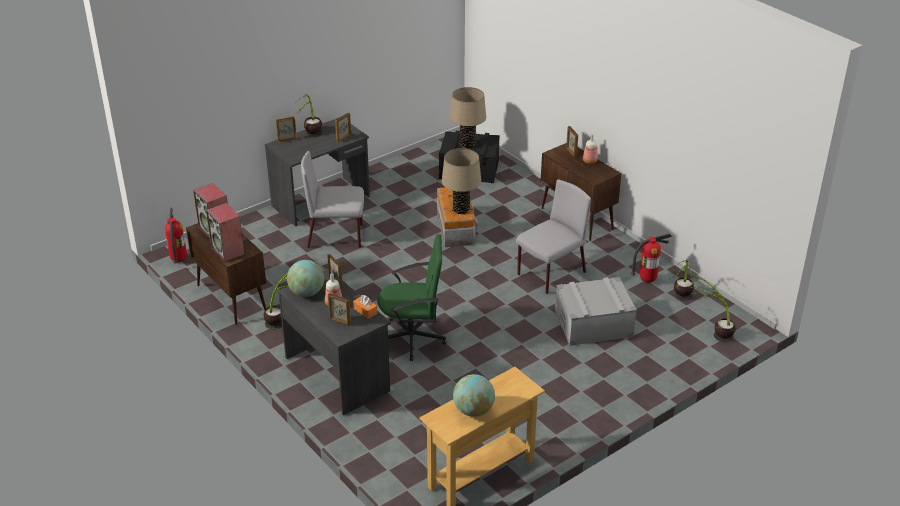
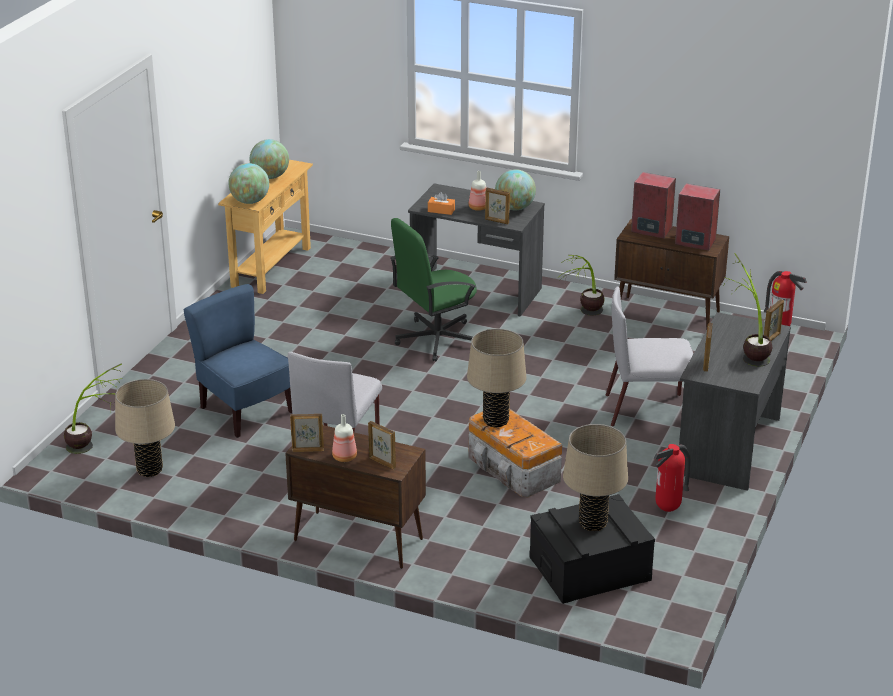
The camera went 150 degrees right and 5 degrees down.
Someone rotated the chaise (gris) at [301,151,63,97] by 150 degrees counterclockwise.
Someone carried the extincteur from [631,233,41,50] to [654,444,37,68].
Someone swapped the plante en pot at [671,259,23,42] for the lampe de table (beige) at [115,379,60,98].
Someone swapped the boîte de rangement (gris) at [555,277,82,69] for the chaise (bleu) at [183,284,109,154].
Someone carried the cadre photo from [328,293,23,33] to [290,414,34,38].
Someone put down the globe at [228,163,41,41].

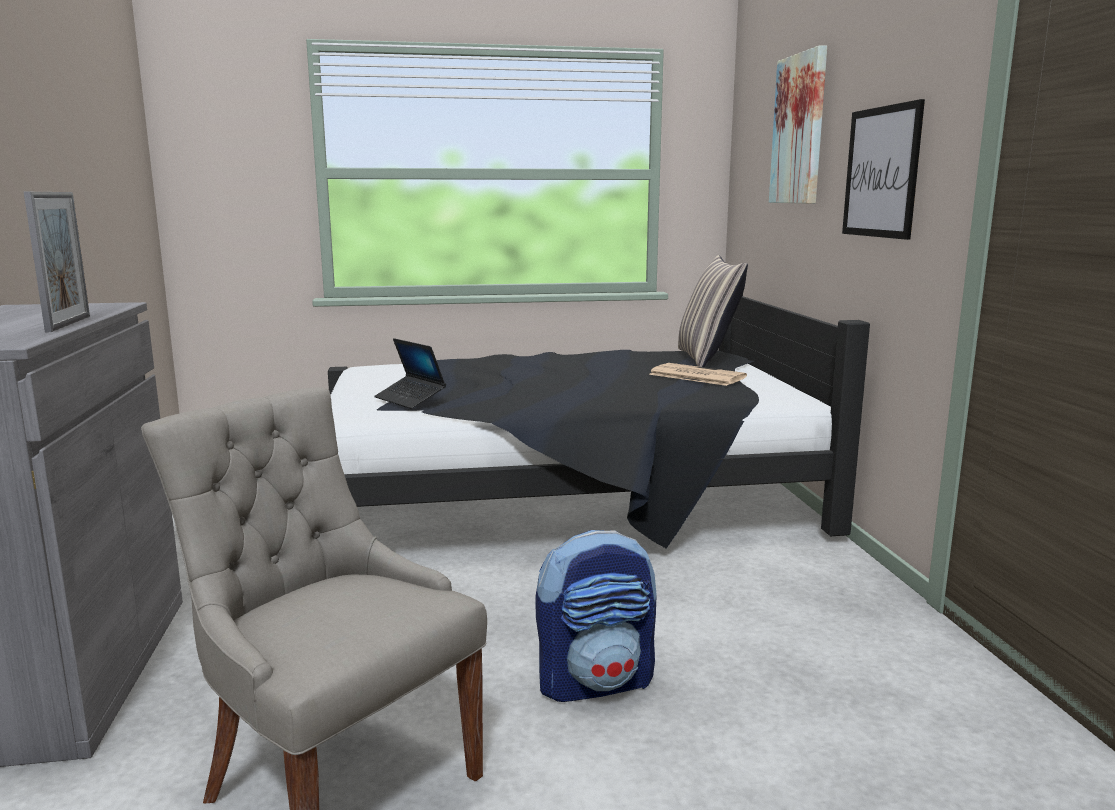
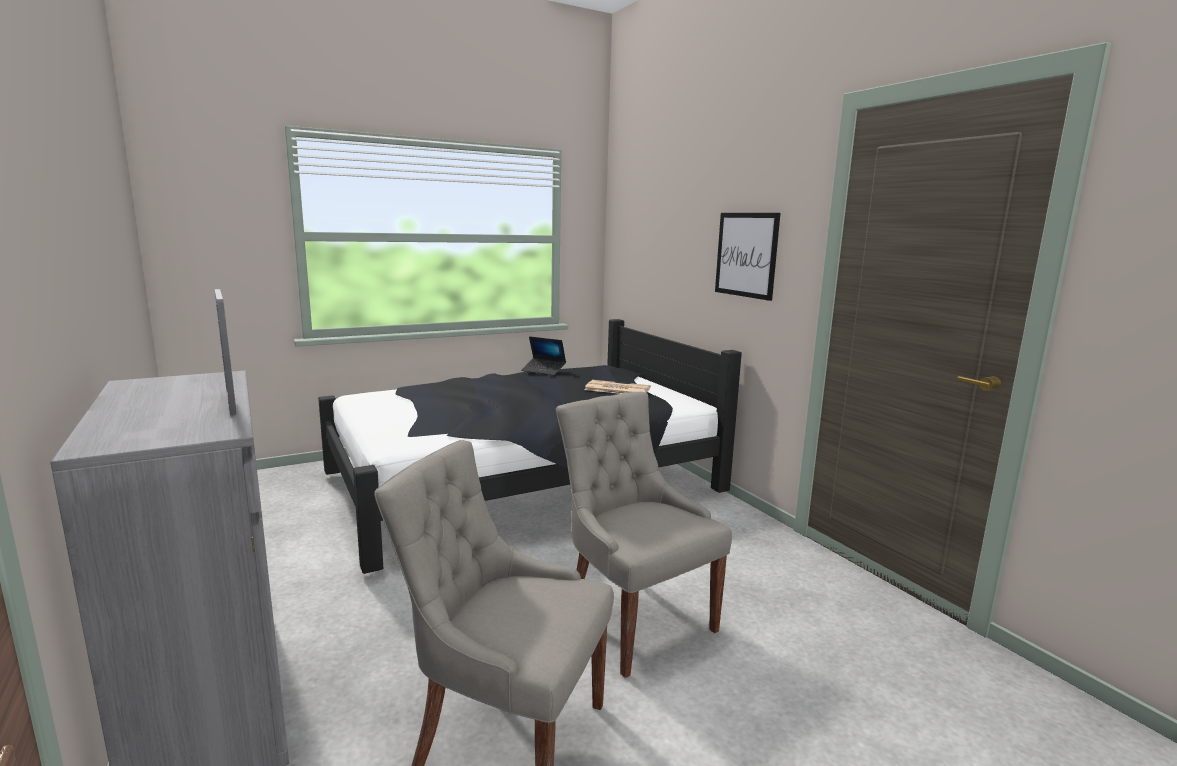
The camera went 20 degrees left and 0 degrees up.
Someone took away the tableau at [769,45,58,159].
Someone took away the coussin at [678,255,70,112].
Someone carried the ordinateur portable from [374,338,72,71] to [521,336,45,40].
Someone swapped the sac à dos at [536,530,121,172] for the chaise (gris) at [556,392,176,286].

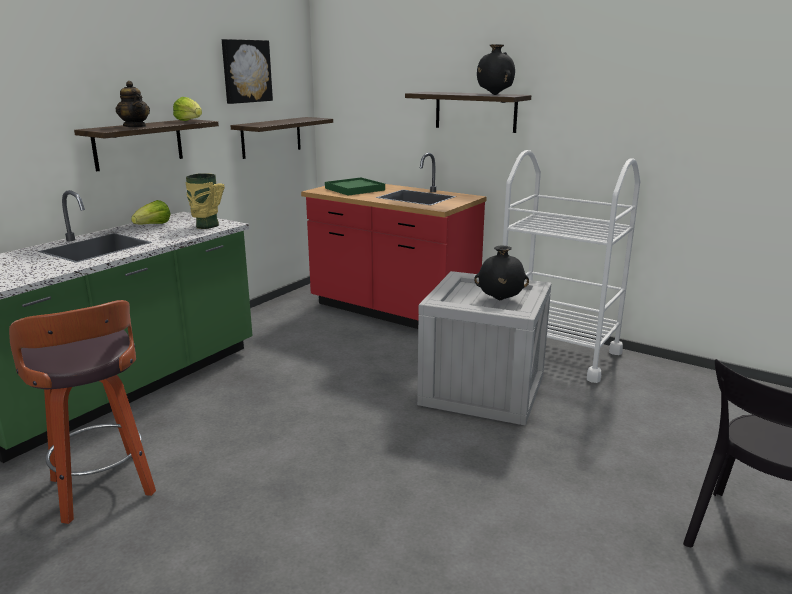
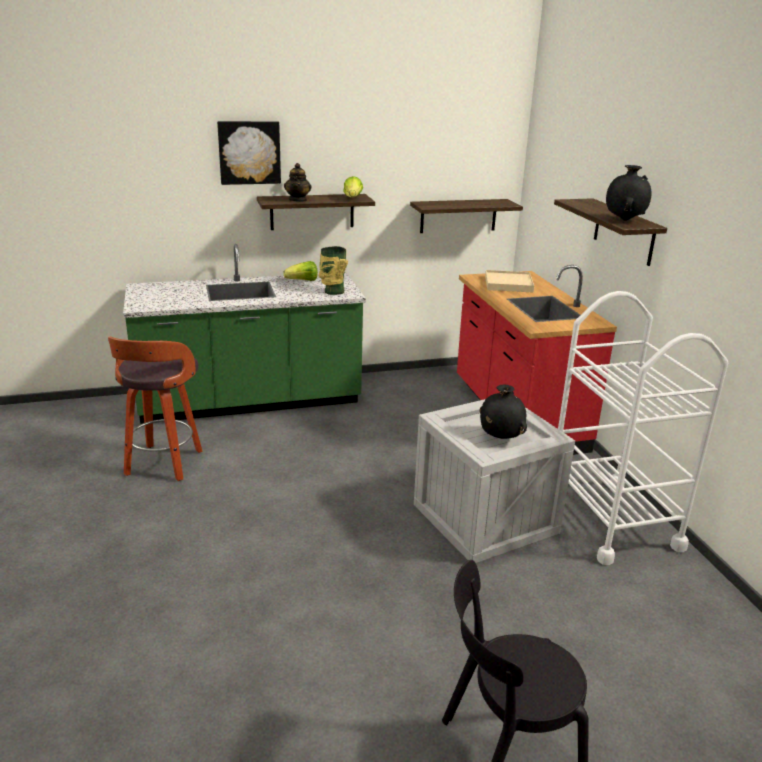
The camera went 40 degrees right and 5 degrees up.
Someone carried the tableau from [222,39,51,65] to [217,121,64,64].
Someone repainted the plateau (vert) at [325,177,60,19], which became the plateau (beige) at [485,270,49,22].

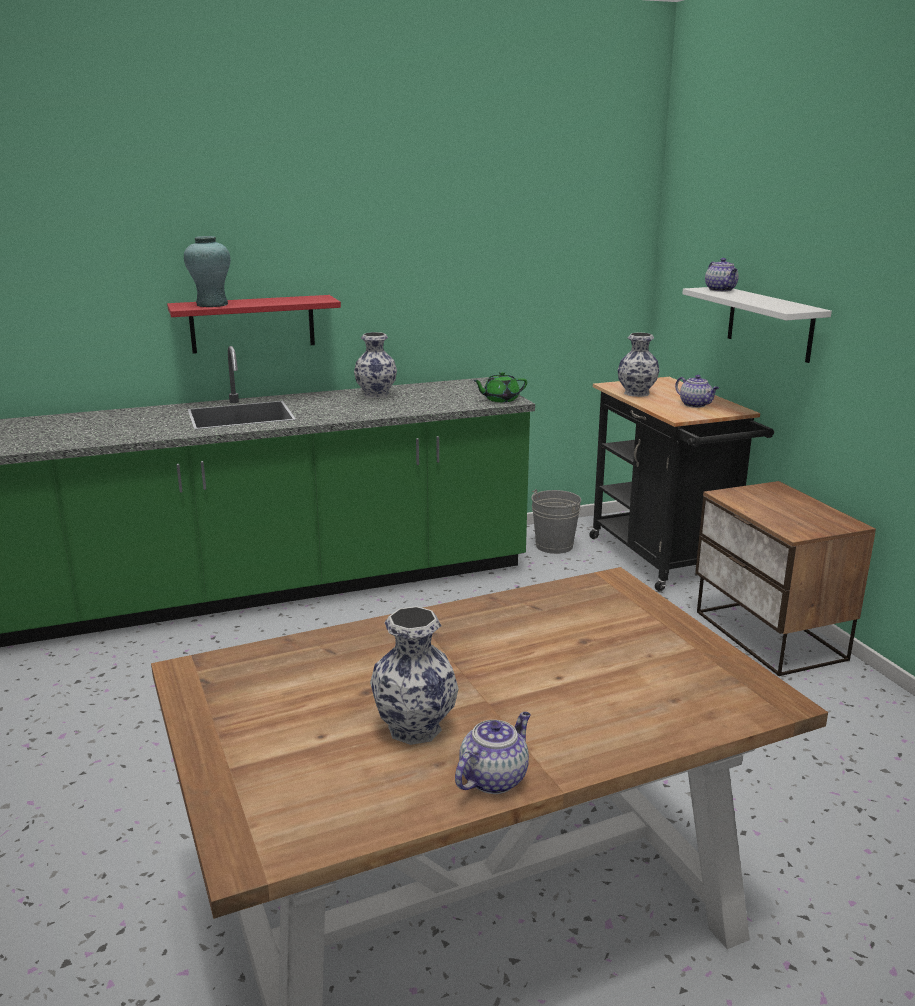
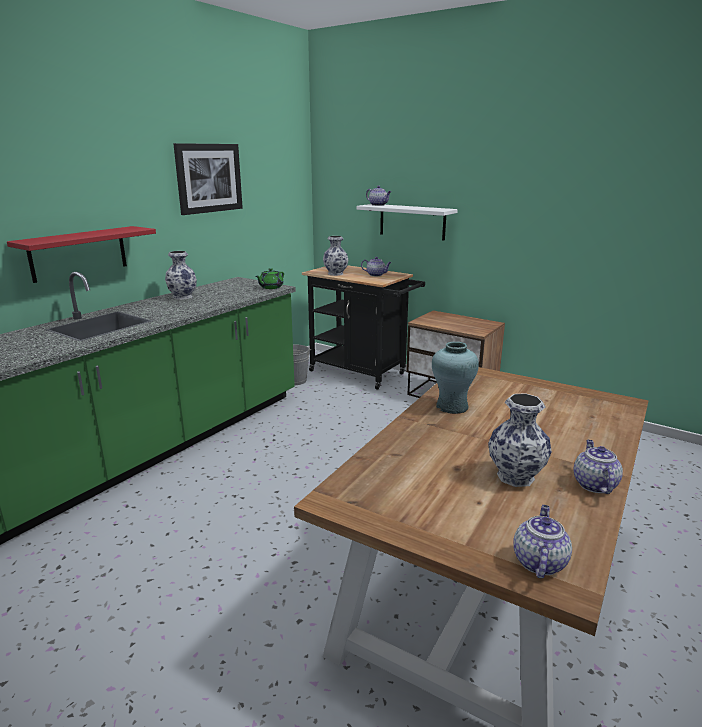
The camera went 35 degrees left and 0 degrees up.
Someone carried the vase (turquoise) from [184,236,47,71] to [432,342,47,72].
Someone put up the tableau at [174,143,69,72].
Someone put down the théière at [513,505,59,74].

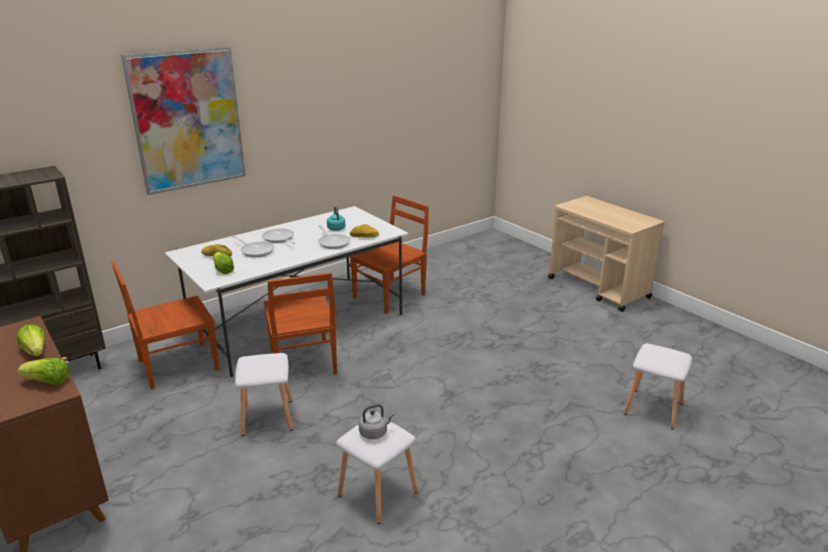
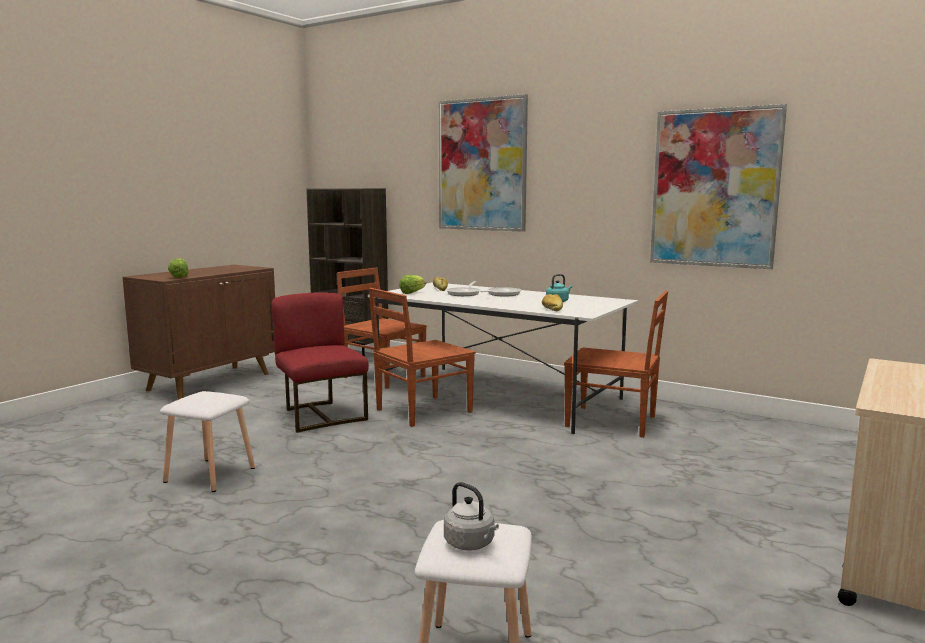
The camera went 70 degrees right and 15 degrees down.
Someone took away the poêle at [318,225,32,24].
Someone took away the laitue at [17,324,28,32].
Someone swapped the tabouret (blanc) at [235,353,58,83] for the chaise (rouge) at [271,292,98,141].
Someone carried the bouilloire (gris) from [359,404,35,35] to [444,482,55,68].
Someone put up the tableau at [650,104,137,165].

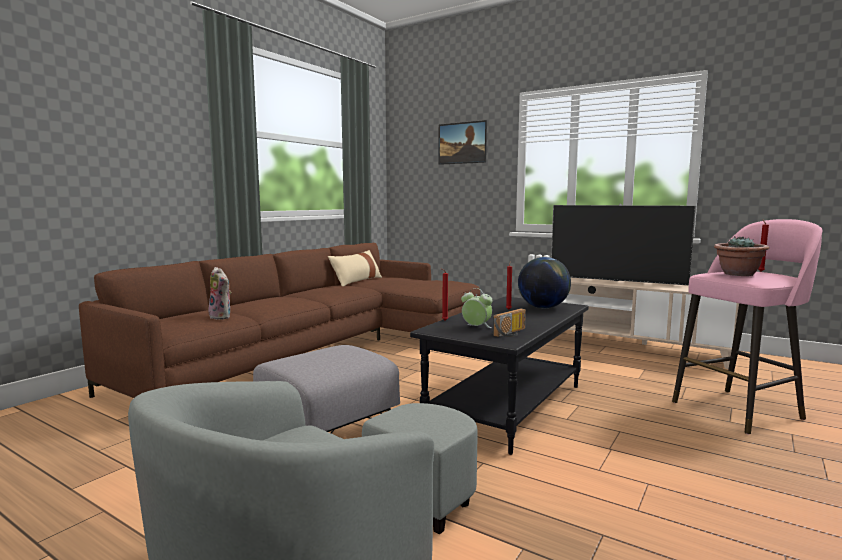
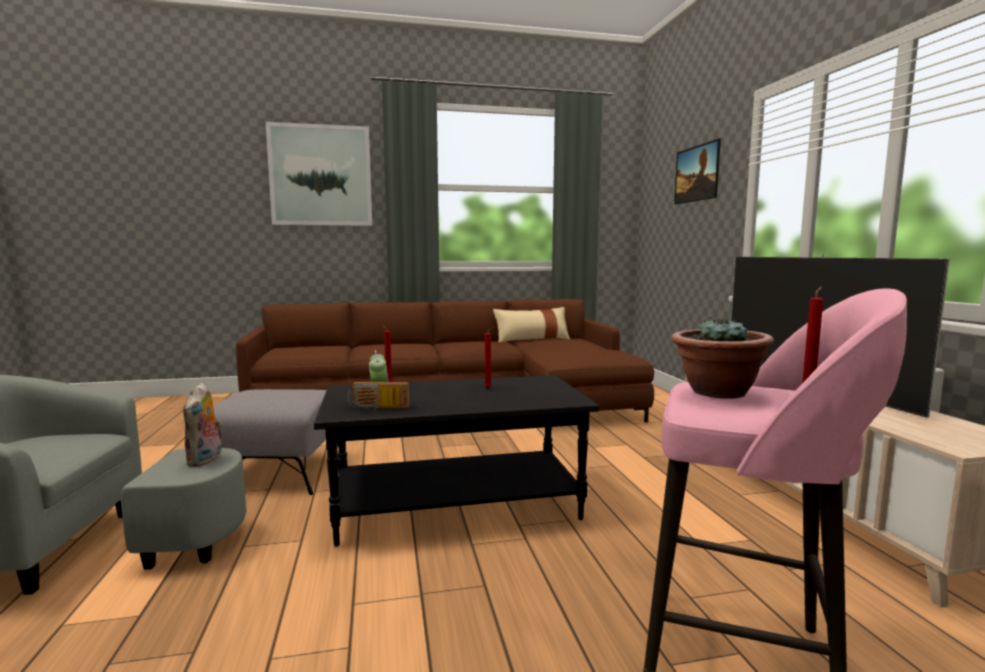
The camera went 45 degrees right and 0 degrees up.
Someone took away the globe at [518,257,53,51].
Someone carried the peluche from [209,267,22,53] to [183,383,40,84].
Someone put up the tableau at [266,122,106,104].

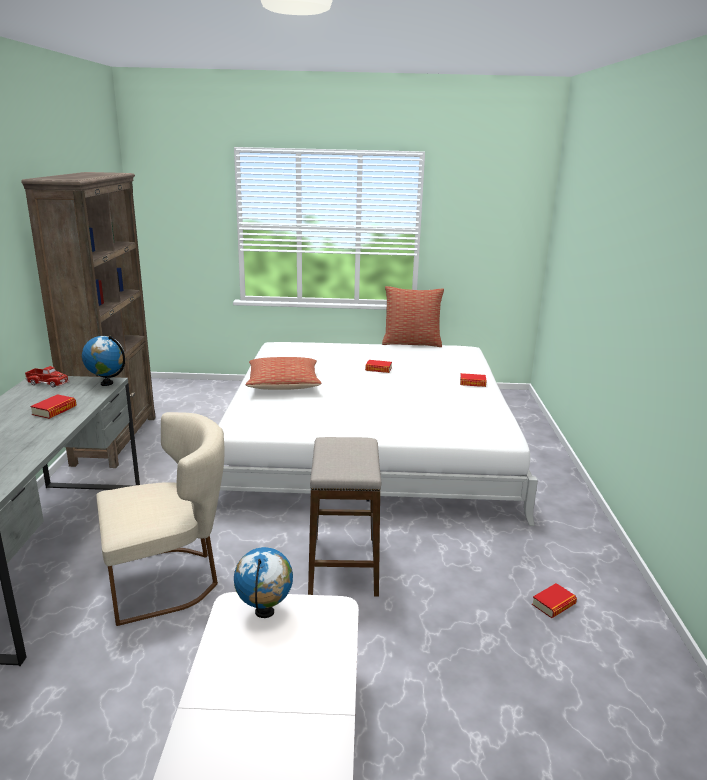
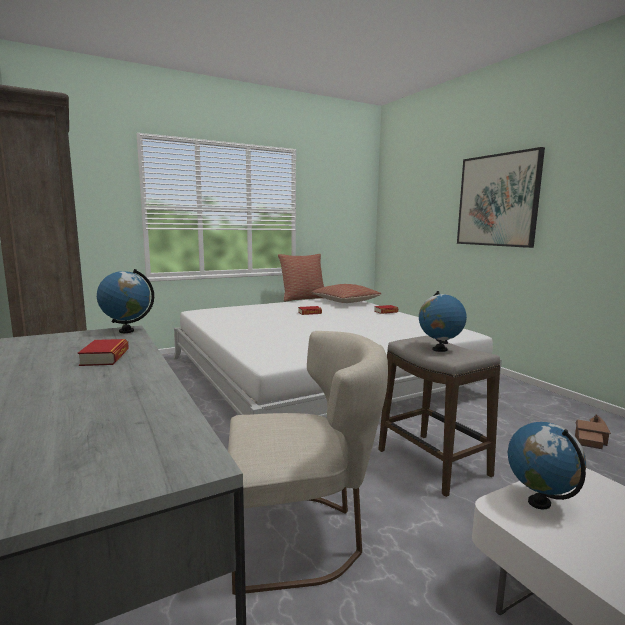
The camera went 30 degrees left and 10 degrees down.
Someone carried the coussin from [245,357,76,33] to [312,284,69,19].
Someone took away the camion jouet at [25,366,45,22].
Someone rotated the chaise (beige) at [96,412,129,214] by 45 degrees clockwise.
Someone swapped the livre at [532,583,45,35] for the maison miniature at [575,415,36,34].
Someone put up the tableau at [457,147,88,101].
Someone put down the globe at [419,291,48,61].

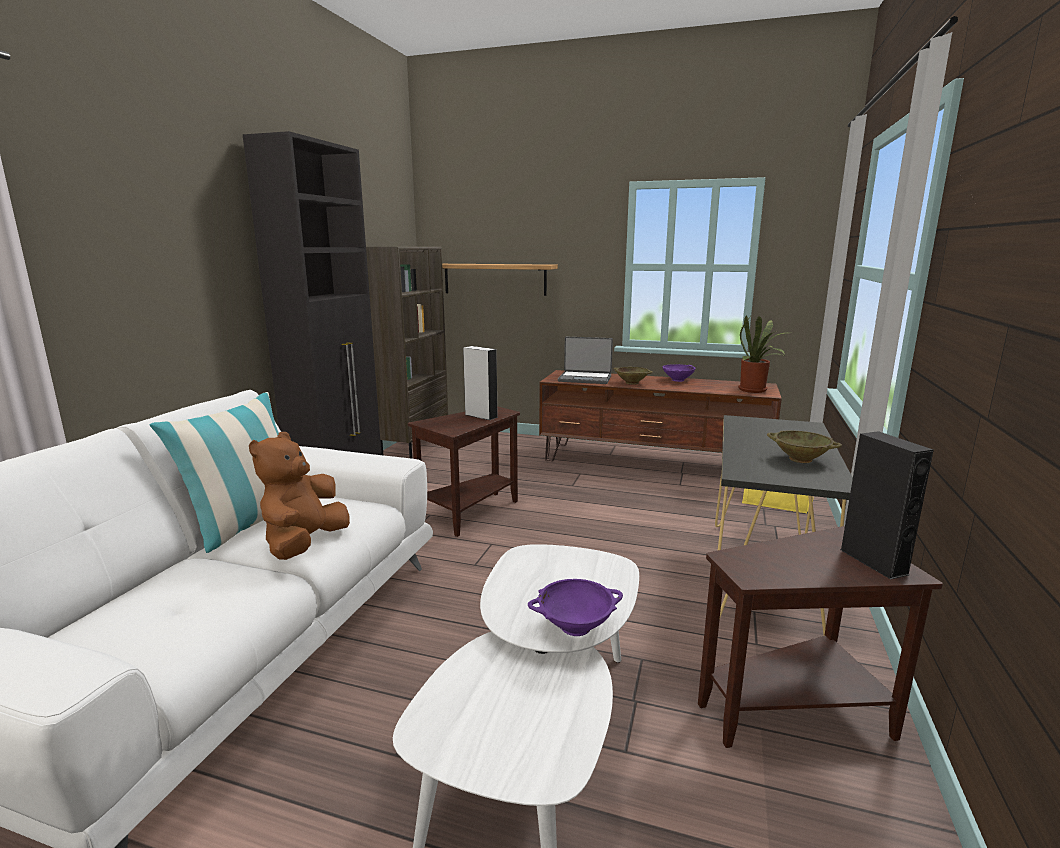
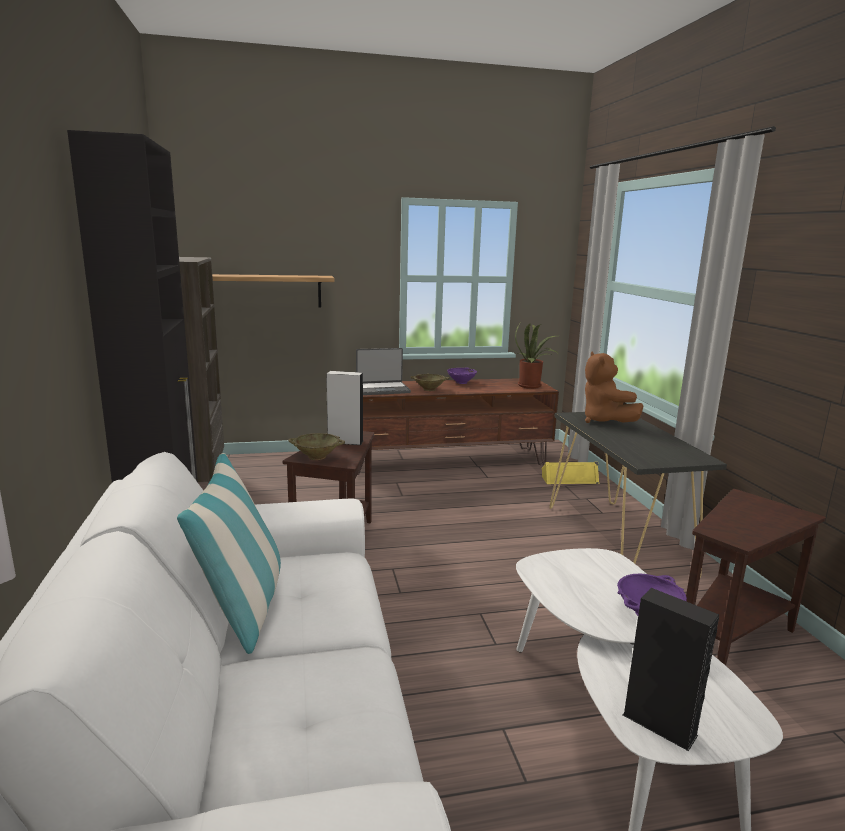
The camera went 30 degrees left and 0 degrees up.
Someone carried the bol (beige) from [767,430,75,33] to [289,433,56,27].
Someone carried the enceinte (noir) from [840,431,94,148] to [623,588,96,163].
Someone carried the peluche (marron) from [249,432,101,128] to [585,351,58,72].

